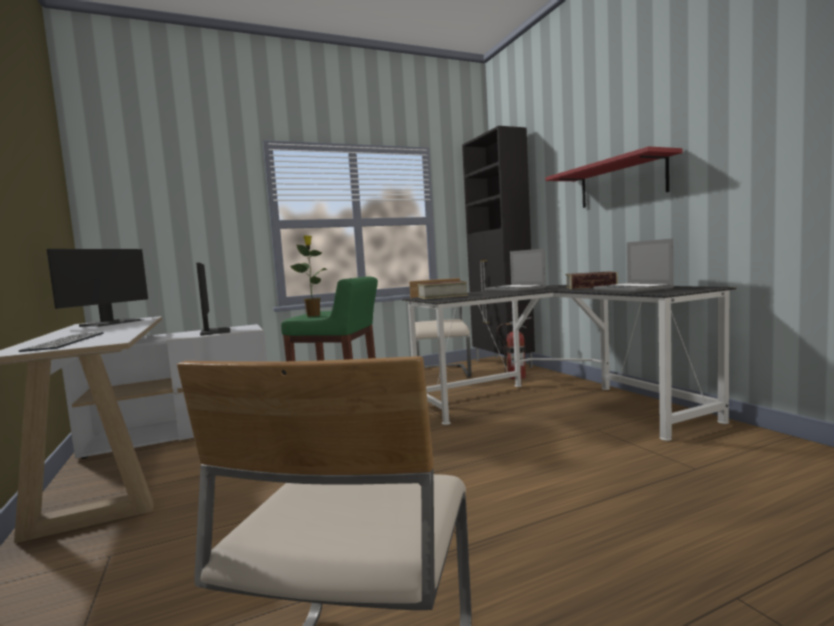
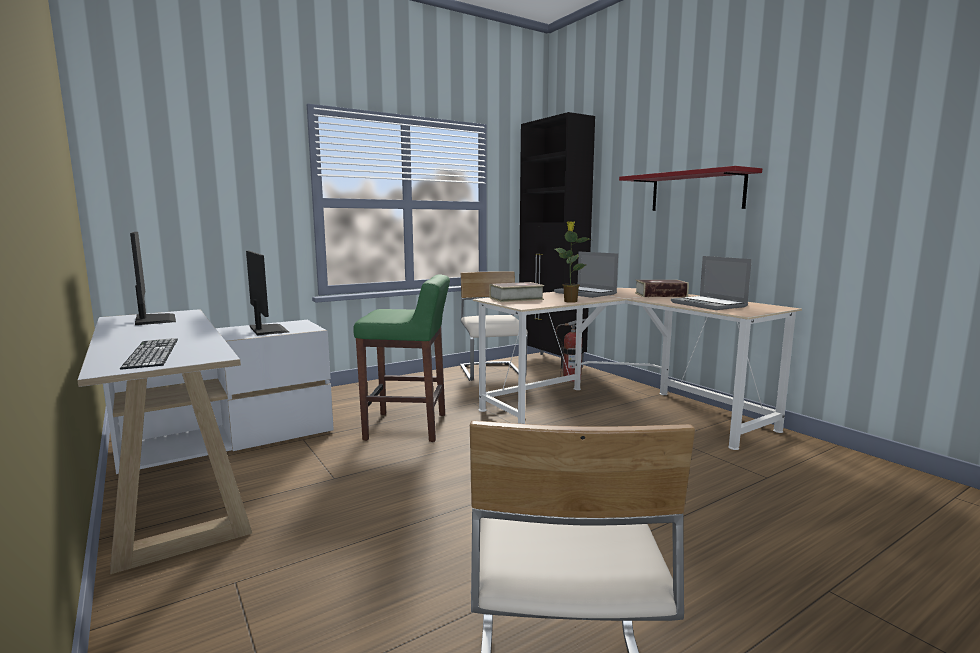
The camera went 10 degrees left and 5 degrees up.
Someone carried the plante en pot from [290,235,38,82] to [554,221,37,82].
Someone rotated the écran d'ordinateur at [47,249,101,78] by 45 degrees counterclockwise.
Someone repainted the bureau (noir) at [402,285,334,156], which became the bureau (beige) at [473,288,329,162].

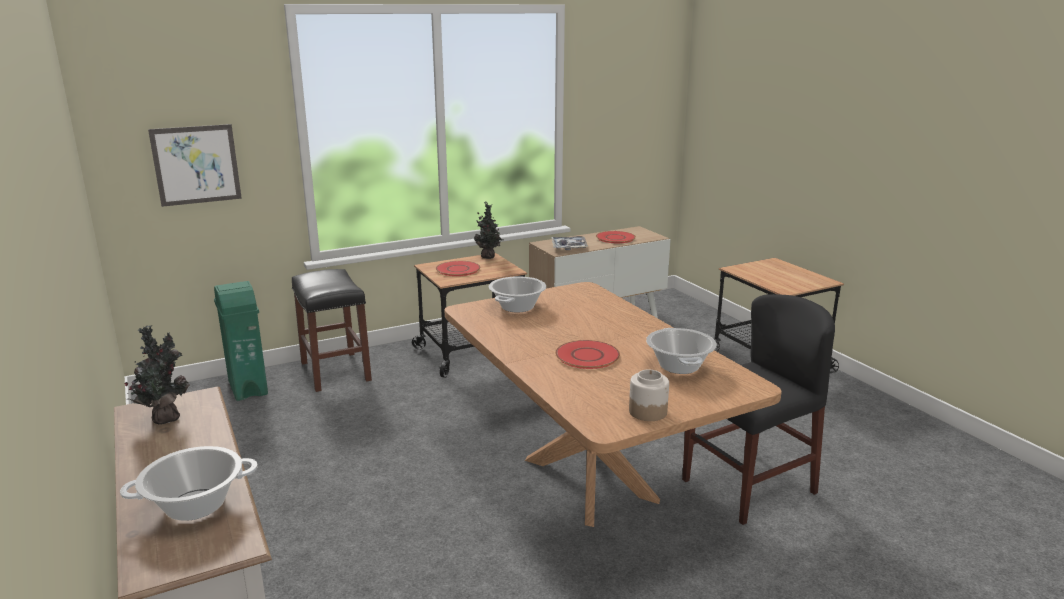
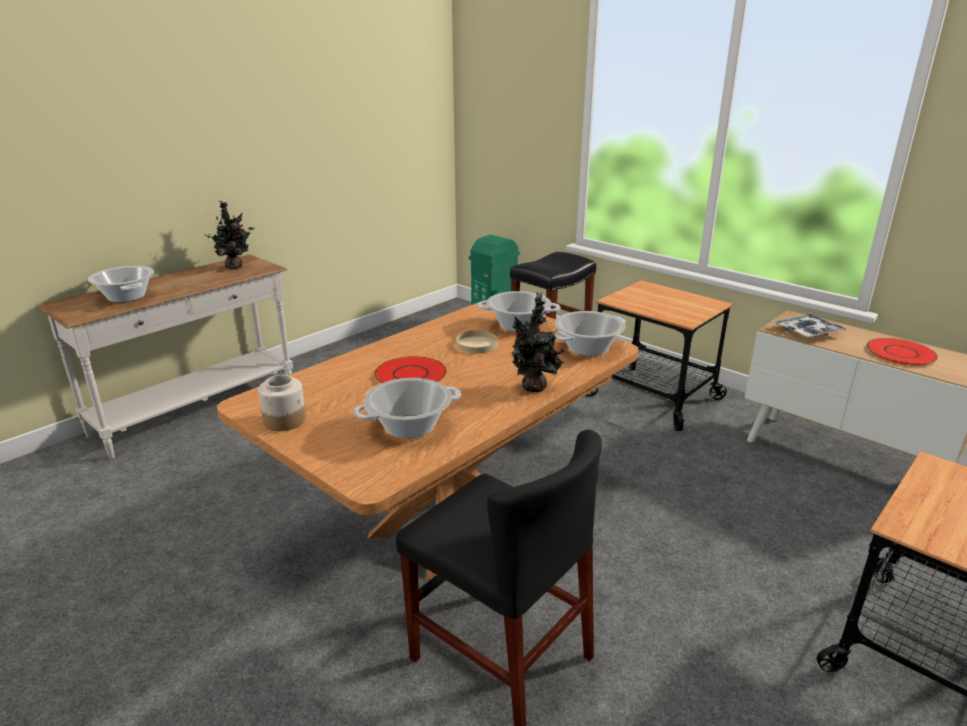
The camera went 70 degrees right and 5 degrees up.
Someone took away the tableau at [148,124,94,83].
Someone carried the plante en pot from [474,202,30,57] to [512,292,52,100].
Someone took away the assiette (rouge) at [436,261,44,15].
Someone put down the marmite at [555,311,70,45].
Someone put down the assiette (beige) at [456,331,42,23].

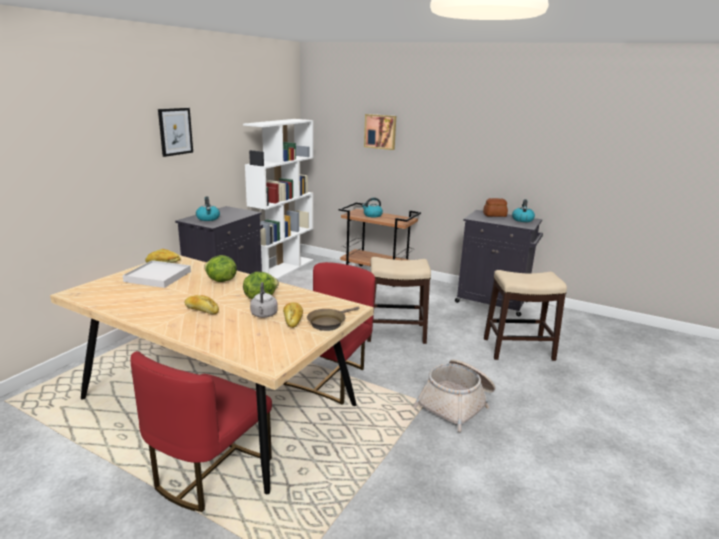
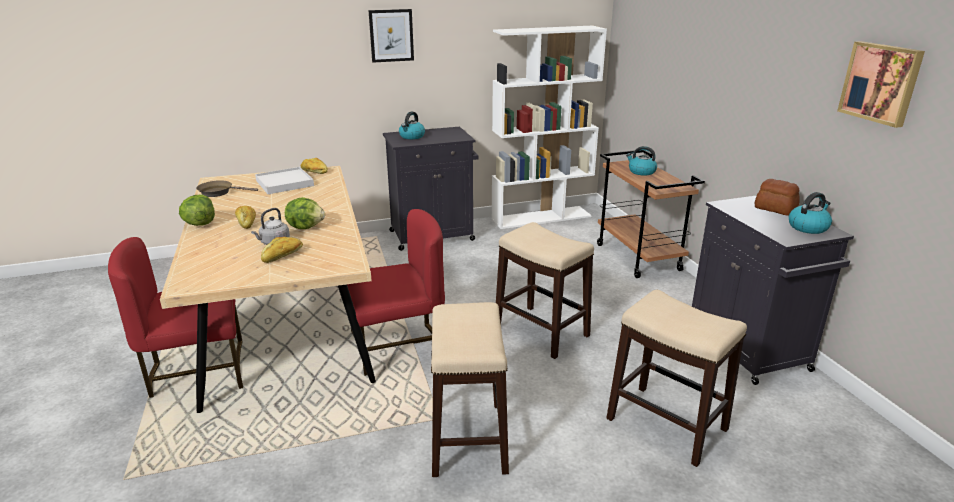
The camera went 45 degrees right and 5 degrees up.
Someone carried the tableau from [364,114,32,36] to [837,41,88,87].
Someone carried the laitue from [204,255,33,27] to [179,195,36,31].
Someone carried the poêle (marron) from [307,307,53,24] to [196,180,62,17].
Someone swapped the panier at [413,360,82,72] for the tabouret at [431,302,78,175].

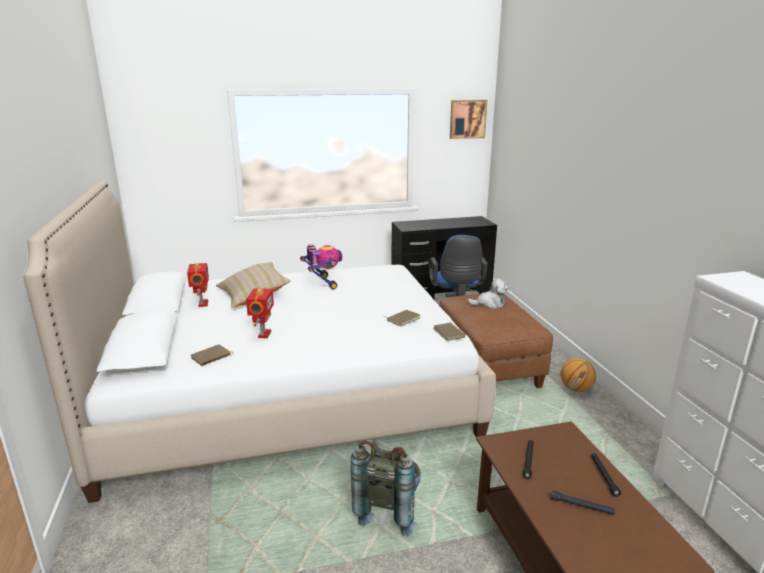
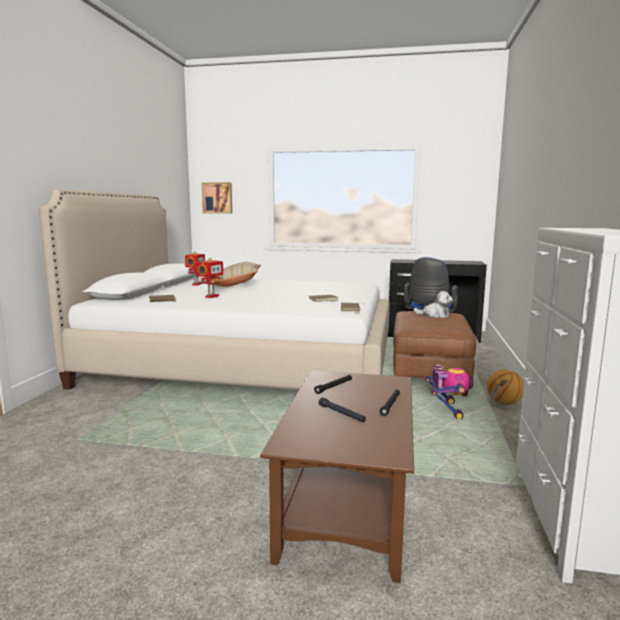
The camera went 25 degrees right and 10 degrees down.
Someone carried the tableau from [450,100,38,39] to [202,182,30,32].
Someone carried the robot jouet from [300,244,42,45] to [425,364,49,55].
Someone took away the sac à dos (gris) at [350,441,71,95].

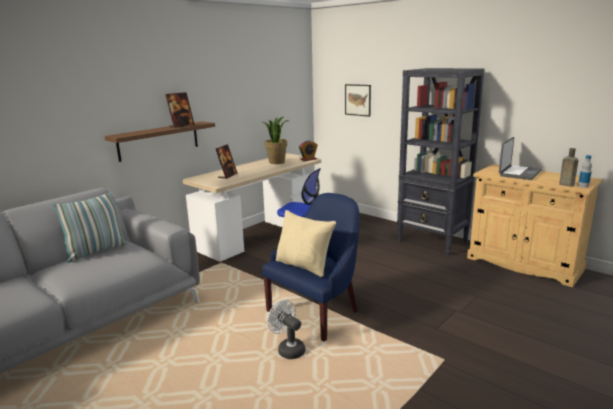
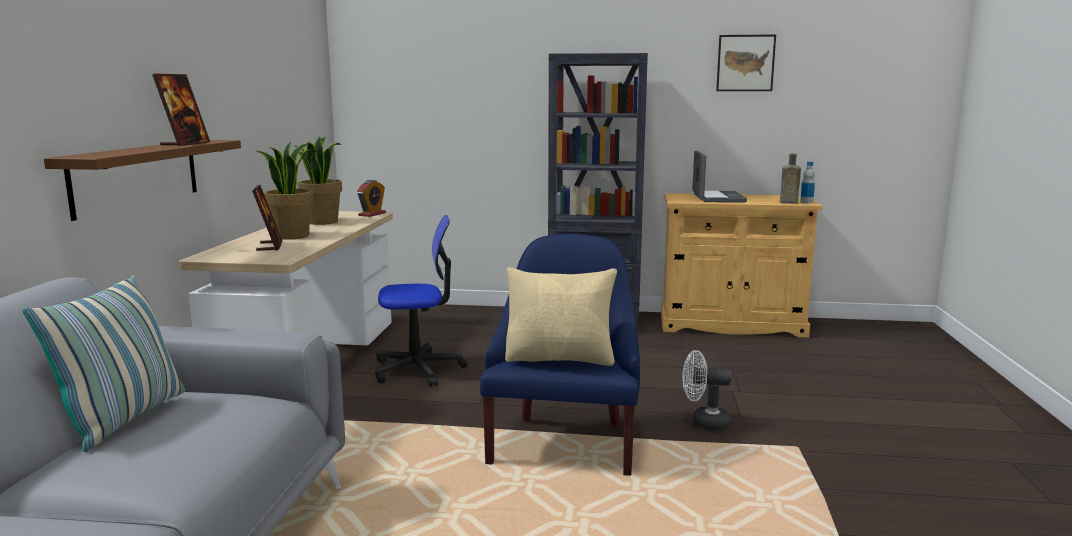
The camera went 35 degrees left and 5 degrees down.
Someone carried the tableau from [345,84,26,33] to [716,34,60,57].
Someone carried the ventilateur (blanc) from [267,300,38,59] to [682,350,50,81].
Someone put down the plante en pot at [255,142,63,98].

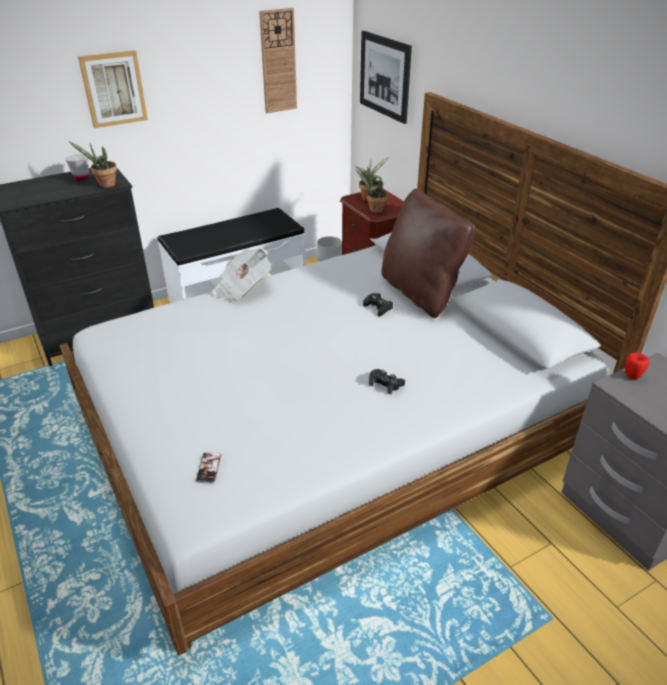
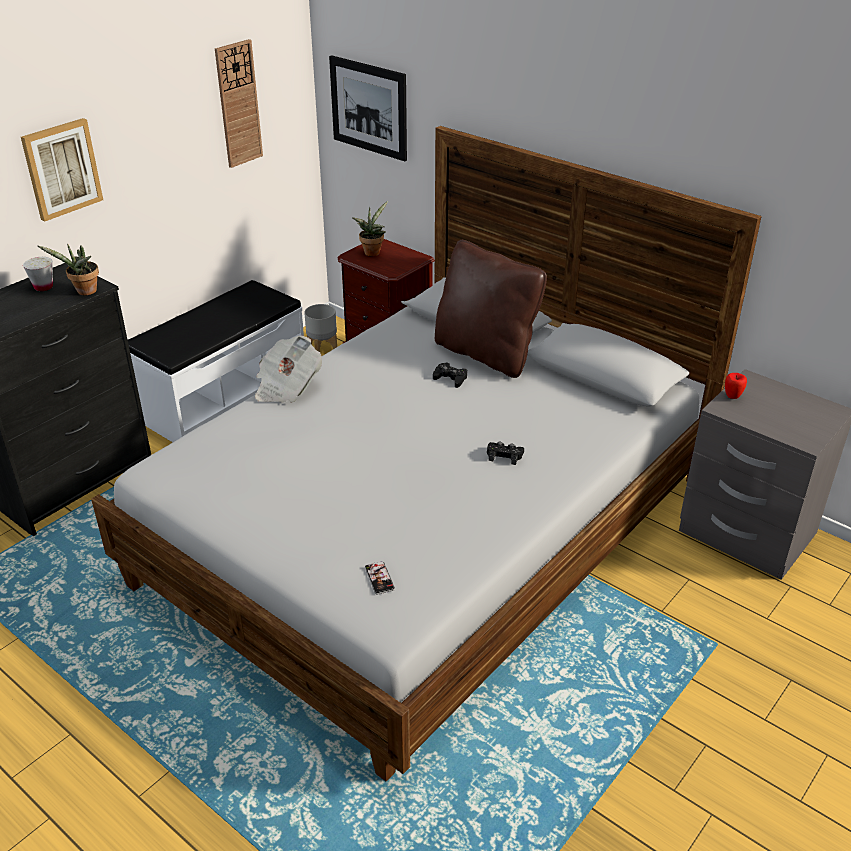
The camera went 20 degrees left and 0 degrees up.
Someone took away the plante en pot at [356,169,32,44].

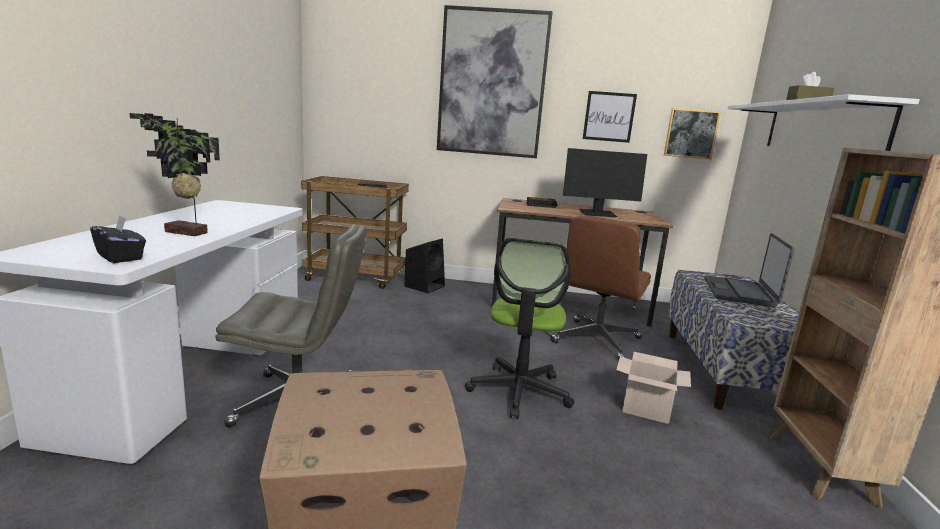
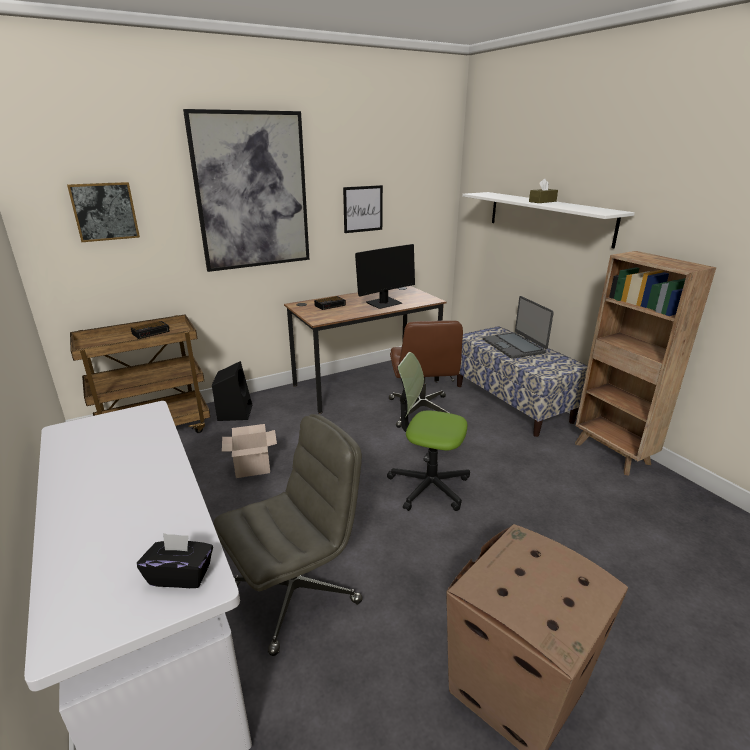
The camera went 35 degrees left and 10 degrees up.
Someone carried the tableau from [664,108,57,51] to [67,182,73,60].
Someone took away the plante en pot at [129,113,91,123].
Someone rotated the chaise de bureau at [465,238,109,181] by 135 degrees clockwise.
Someone carried the carton from [616,352,75,72] to [222,424,55,54].

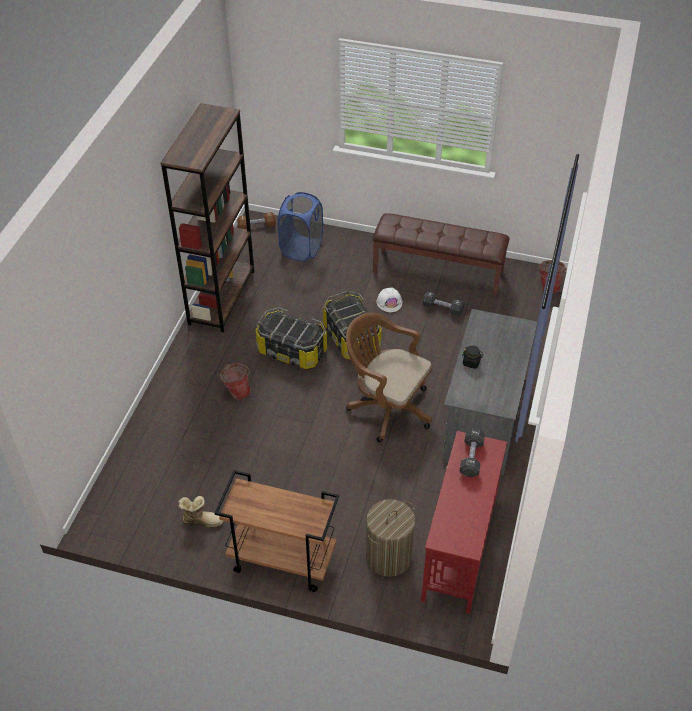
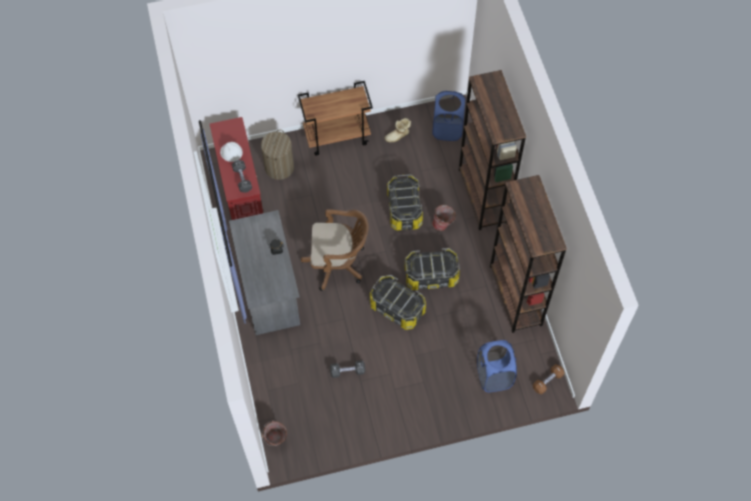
The camera went 150 degrees right and 15 degrees up.
Someone took away the banc (marron) at [373,213,137,83].
Someone carried the casque de chantier (blanc) from [377,287,26,25] to [220,142,23,20].
Someone put down the bibliothèque (marron) at [459,70,67,160].
Someone put down the panier à linge (bleu) at [432,91,34,50].
Someone put down the boîte de rangement at [387,174,36,57].

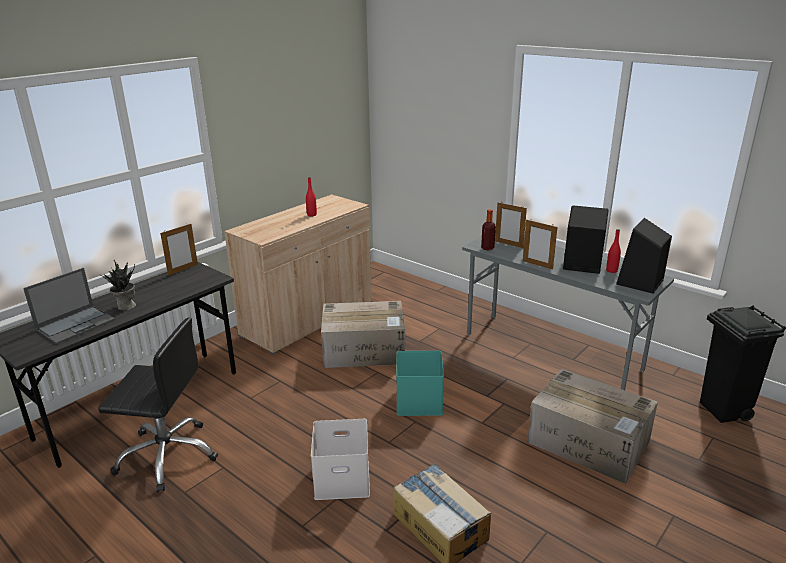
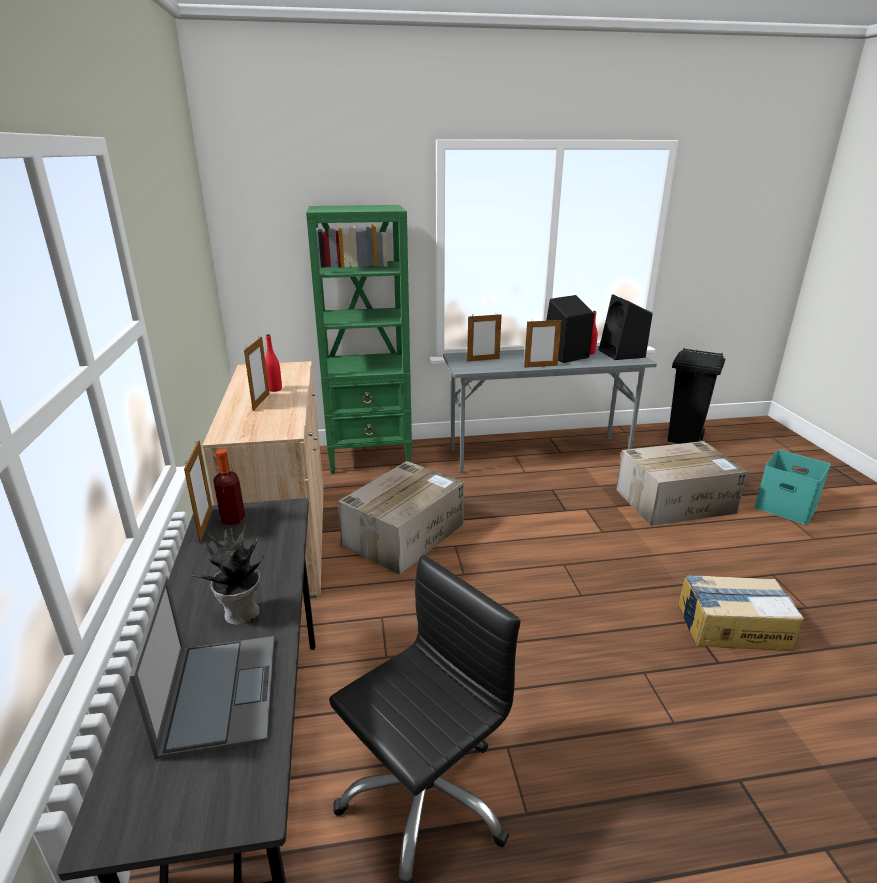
The camera went 50 degrees left and 0 degrees up.
Someone carried the bouteille from [481,209,15,42] to [213,449,32,76].
Someone carried the boîte de rangement (turquoise) from [396,351,48,65] to [754,450,77,75].
Someone took away the boîte de rangement (blanc) at [311,419,59,81].
Someone put down the bibliothèque (vert) at [306,205,106,269].
Someone put down the cadre photo at [244,336,25,75].

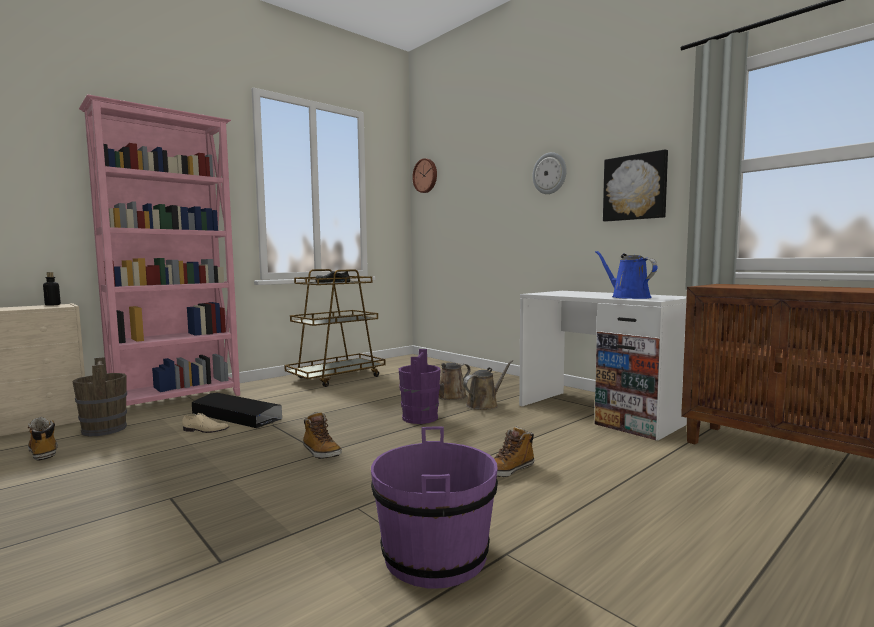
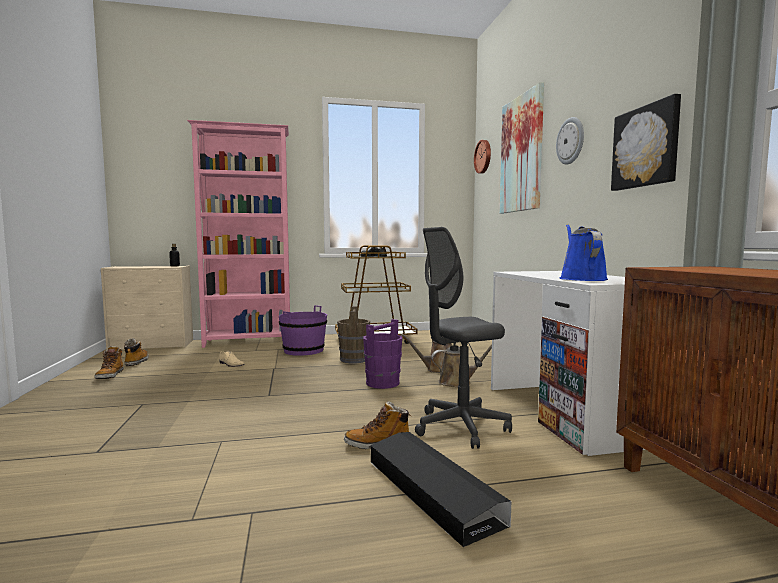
The camera went 30 degrees right and 0 degrees up.
Someone carried the seau (marron) from [73,357,54,79] to [337,307,33,56].
Someone carried the boîte de rangement (noir) from [192,393,90,35] to [370,432,141,115].
Someone carried the botte from [303,412,39,47] to [94,346,30,33].
Someone carried the seau (violet) from [371,427,127,162] to [279,305,48,51].
Someone put up the tableau at [500,82,44,132].
Someone put down the chaise de bureau (gris) at [415,227,97,222].

